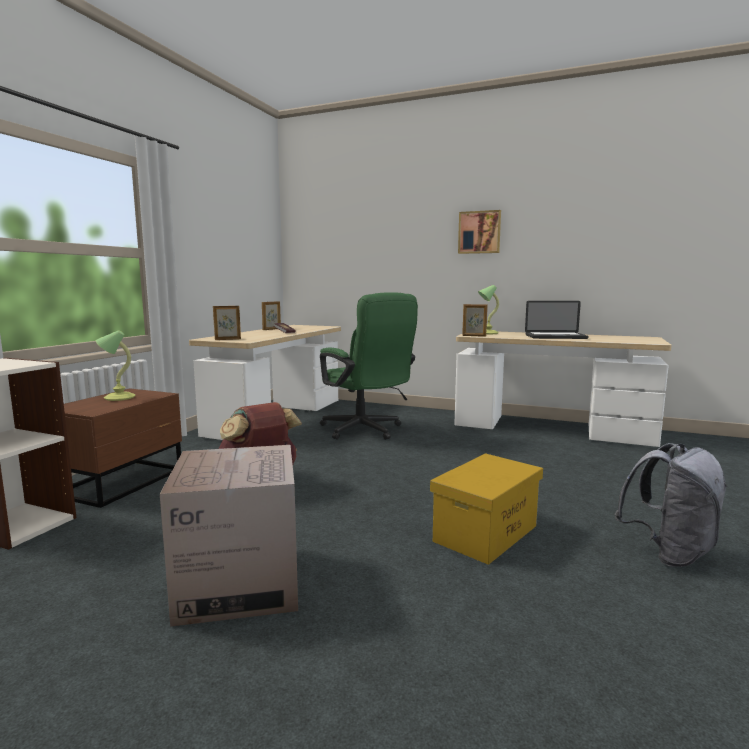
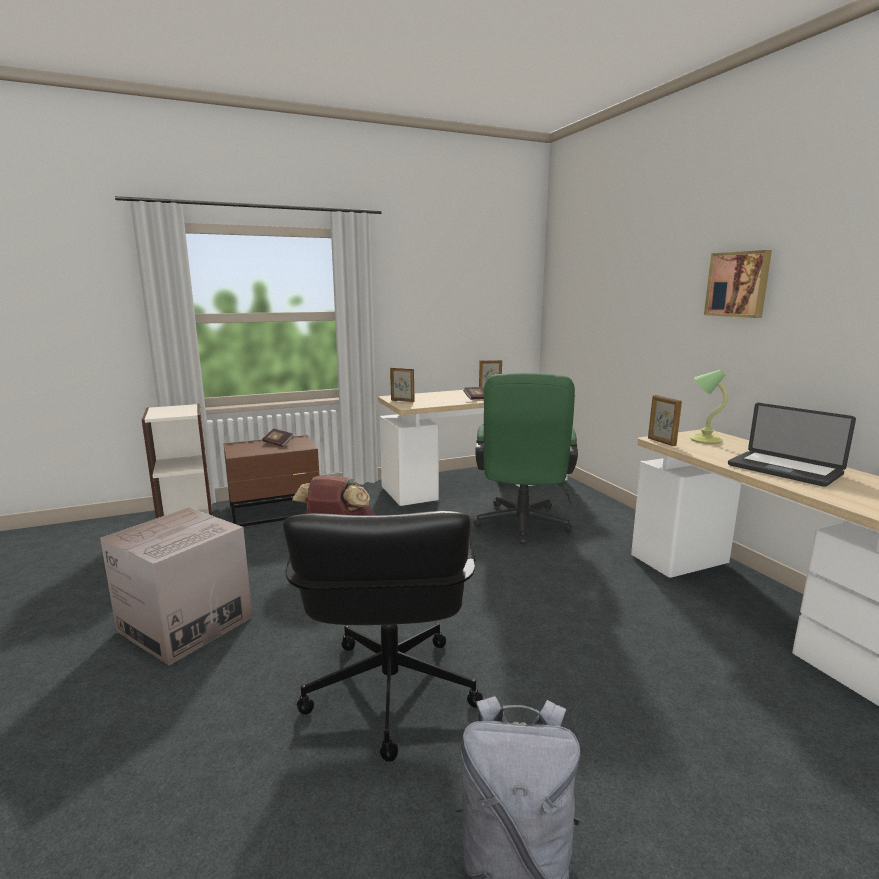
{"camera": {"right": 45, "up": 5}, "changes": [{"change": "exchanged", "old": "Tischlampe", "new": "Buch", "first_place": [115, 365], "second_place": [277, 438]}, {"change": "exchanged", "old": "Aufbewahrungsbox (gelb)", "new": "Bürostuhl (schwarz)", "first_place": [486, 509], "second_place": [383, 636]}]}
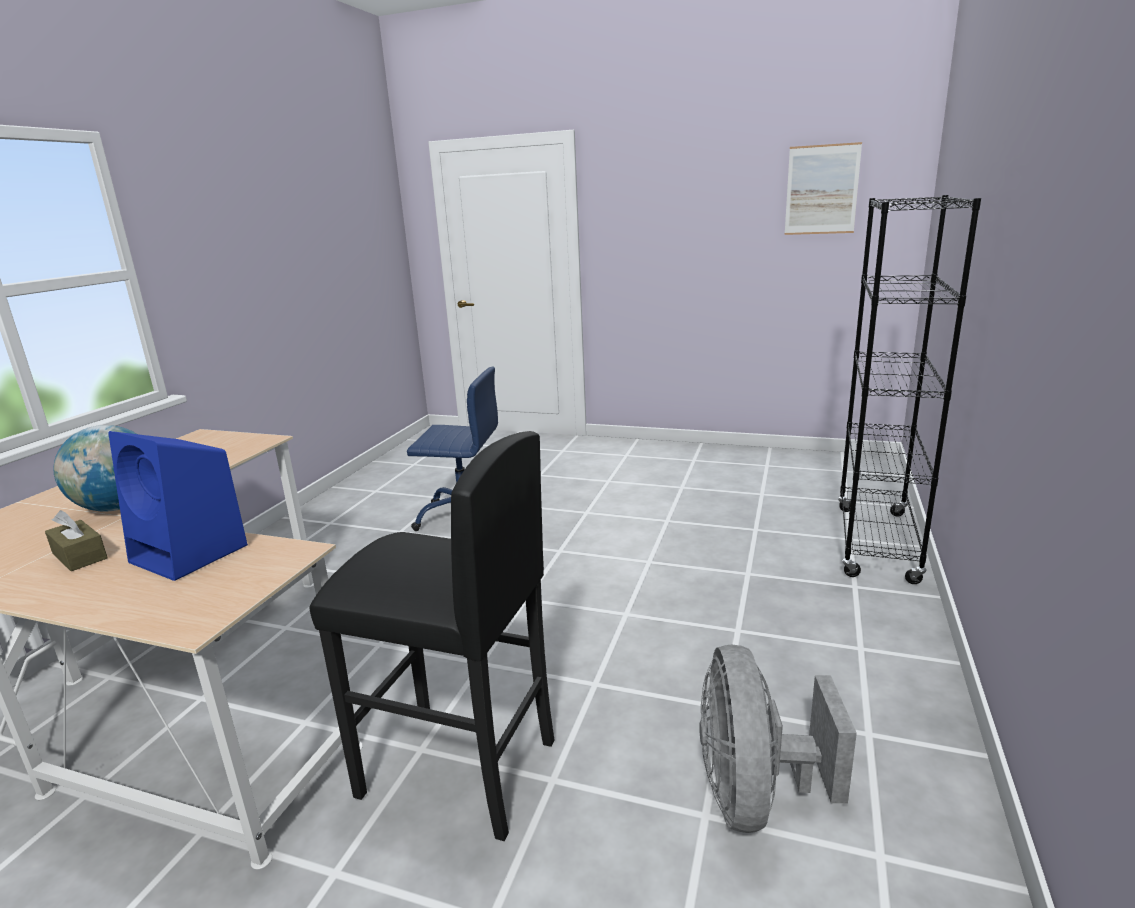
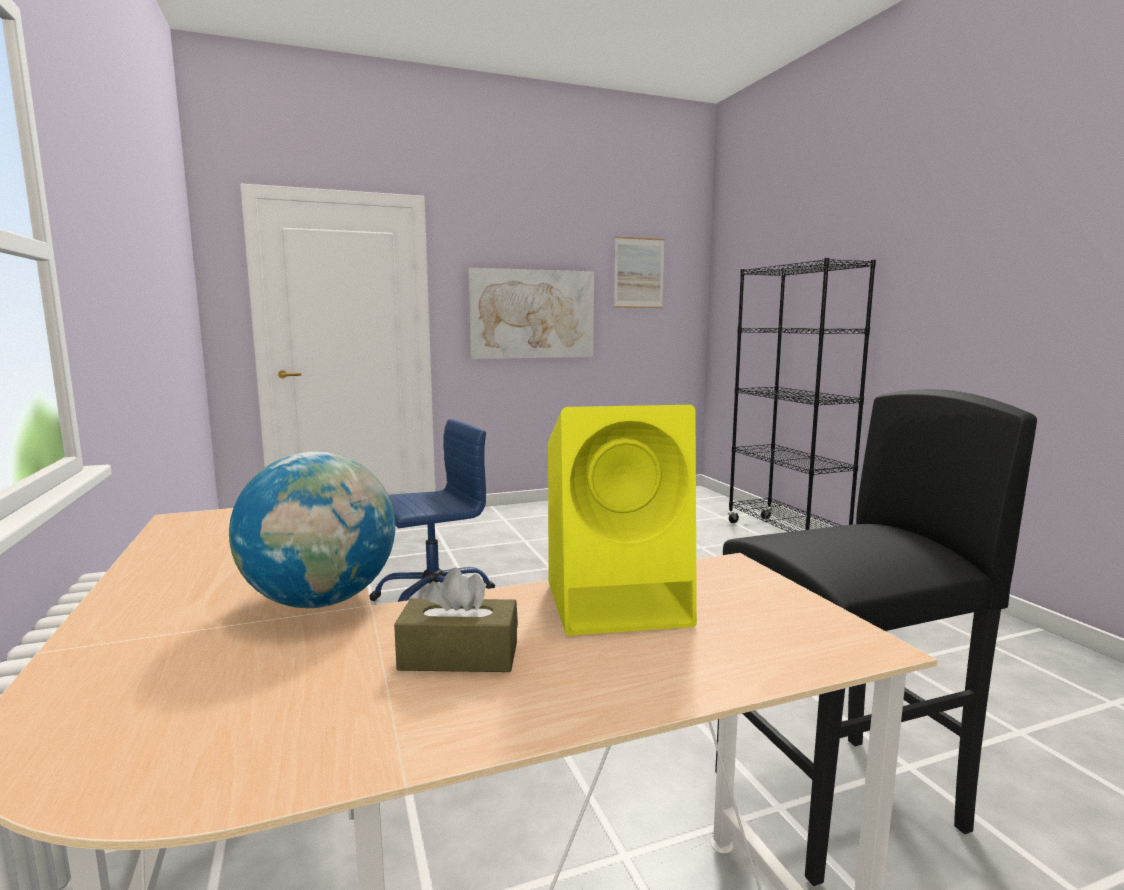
{"camera": {"right": -40, "up": -10}, "changes": [{"change": "colour", "old": "Lautsprecher (blau)", "new": "Lautsprecher (gelb)", "first_place": [178, 506], "second_place": [622, 520]}, {"change": "missing", "old": "Ventilator (grau)", "first_place": [778, 738]}, {"change": "appeared", "new": "Bild", "second_place": [531, 313]}]}
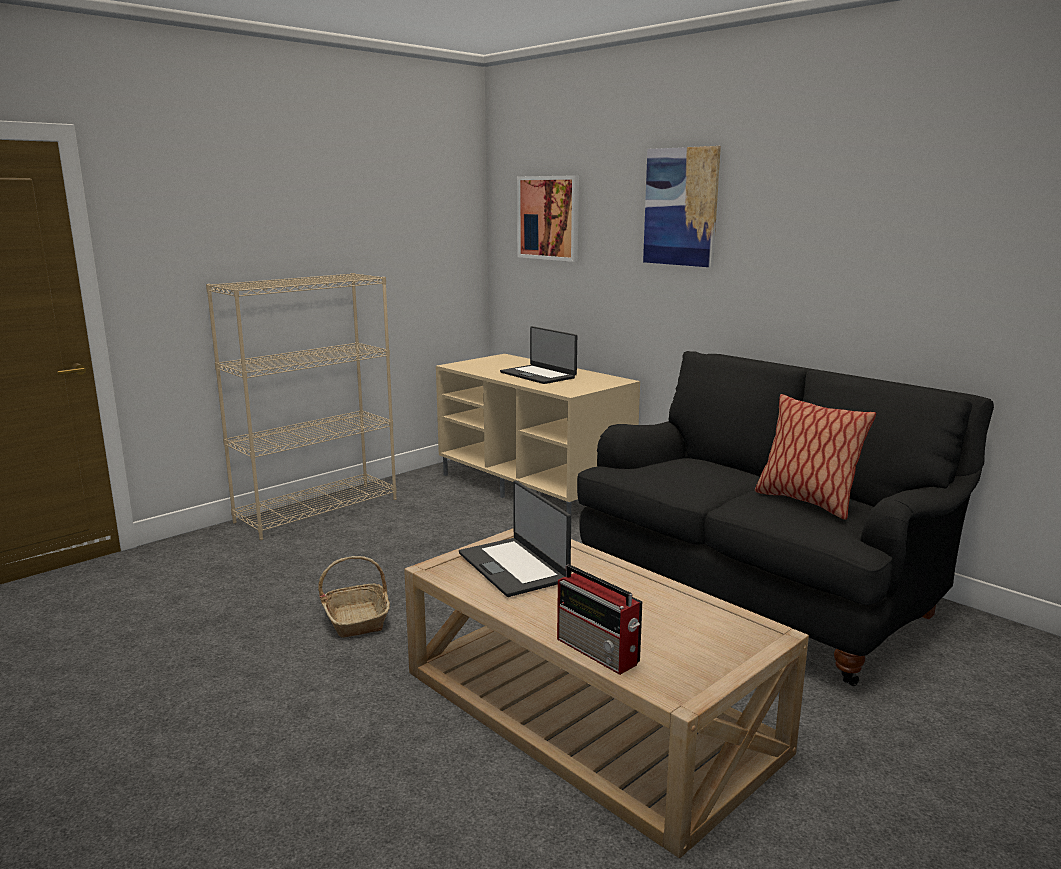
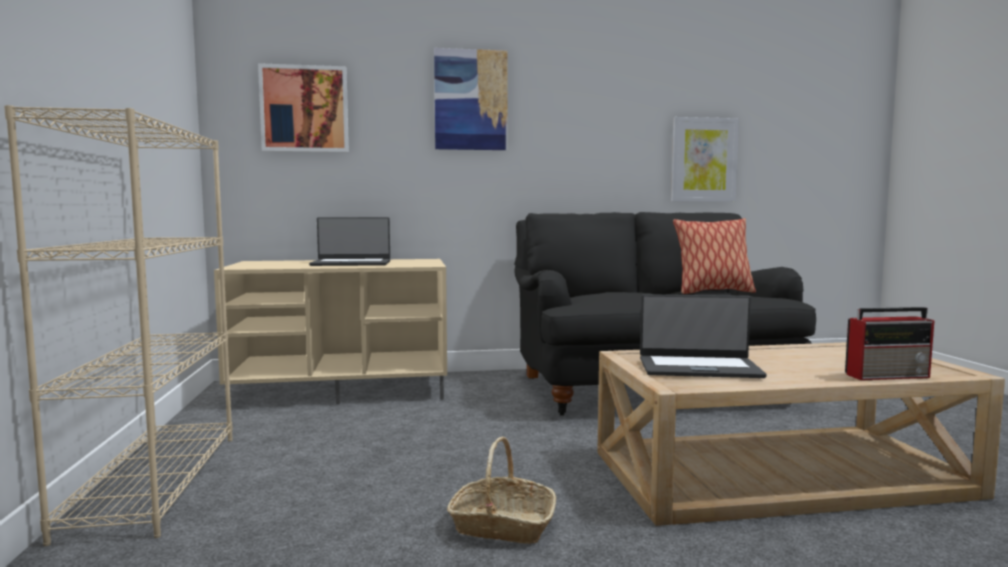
{"camera": {"right": -55, "up": -10}, "changes": [{"change": "appeared", "new": "Bild", "second_place": [705, 159]}]}
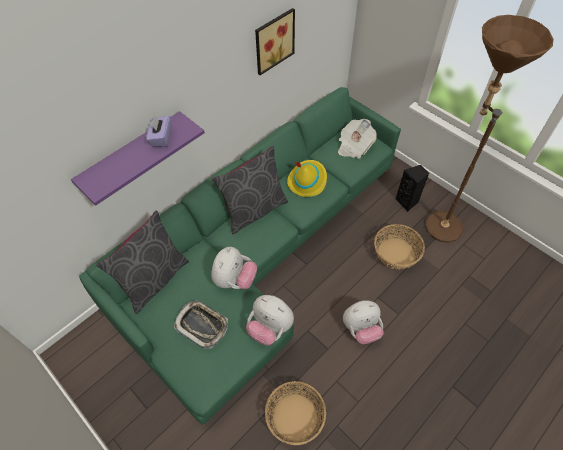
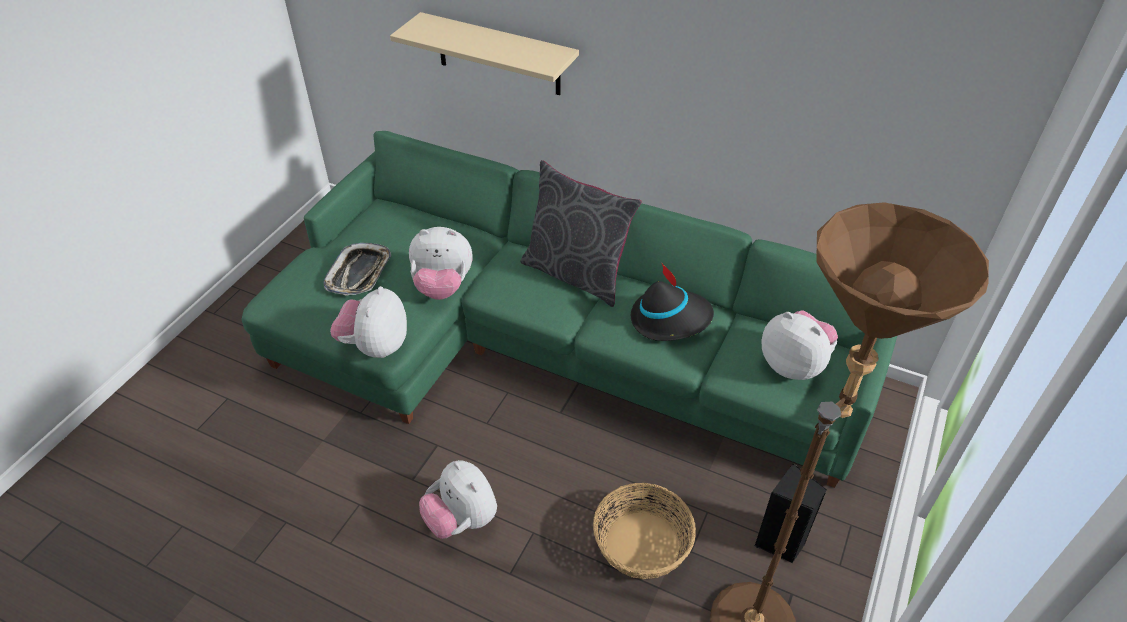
{"camera": {"right": 70, "up": -10}, "changes": [{"change": "colour", "old": "Wandregal (lila)", "new": "Wandregal (beige)", "first_place": [138, 158], "second_place": [484, 53]}, {"change": "missing", "old": "Kissen (grau)", "first_place": [142, 262]}, {"change": "missing", "old": "Taschentuchbox (lila)", "first_place": [159, 131]}, {"change": "missing", "old": "Bild", "first_place": [275, 41]}, {"change": "missing", "old": "Korb", "first_place": [295, 413]}, {"change": "colour", "old": "Hut (gelb)", "new": "Hut (schwarz)", "first_place": [307, 178], "second_place": [672, 301]}, {"change": "exchanged", "old": "Zeitung", "new": "Plüschtier", "first_place": [357, 139], "second_place": [799, 345]}]}
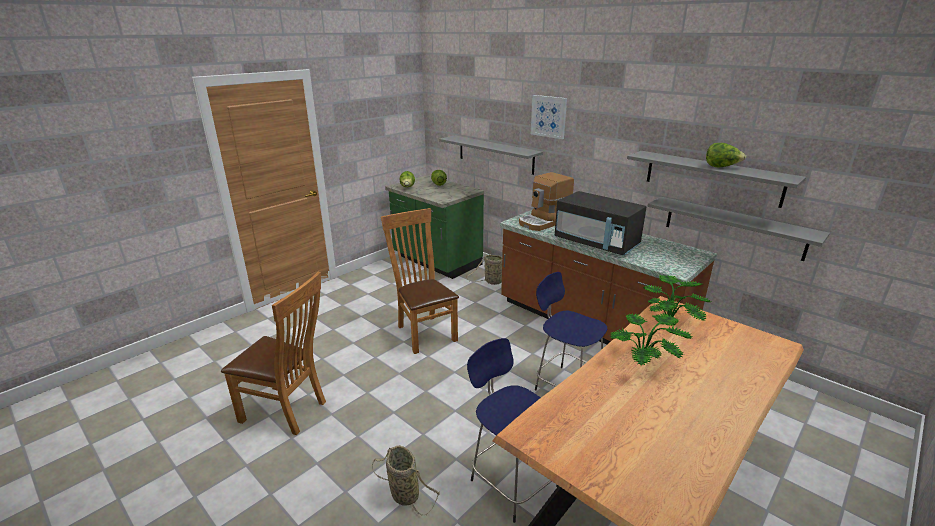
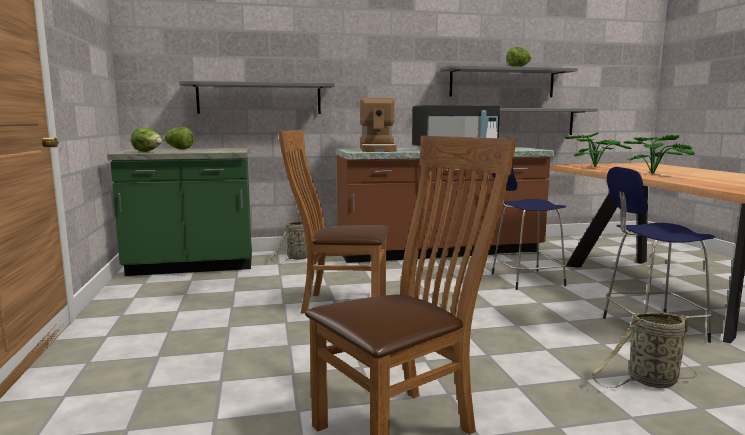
{"camera": {"right": -55, "up": -15}, "changes": [{"change": "missing", "old": "Bild", "first_place": [549, 117]}]}
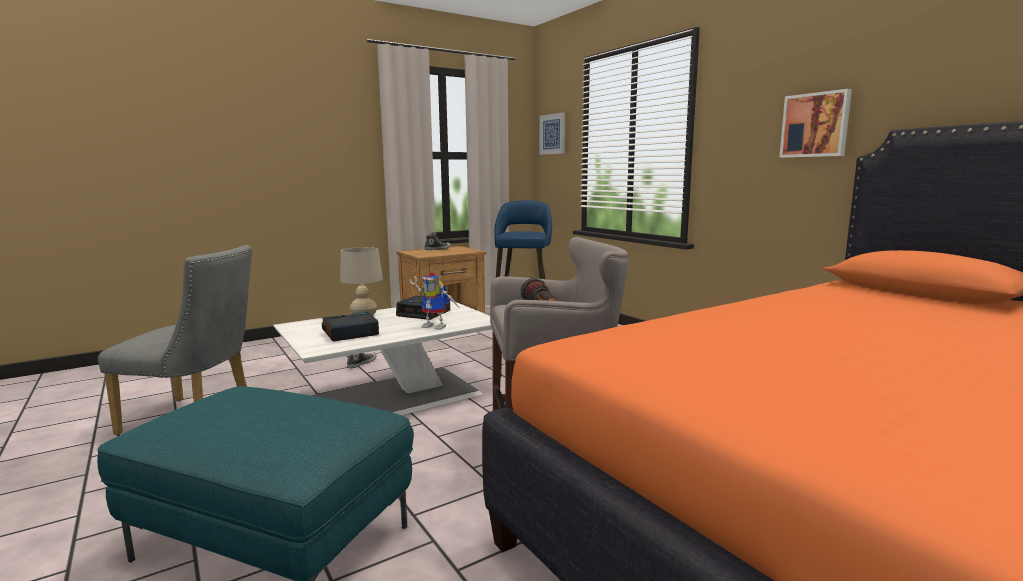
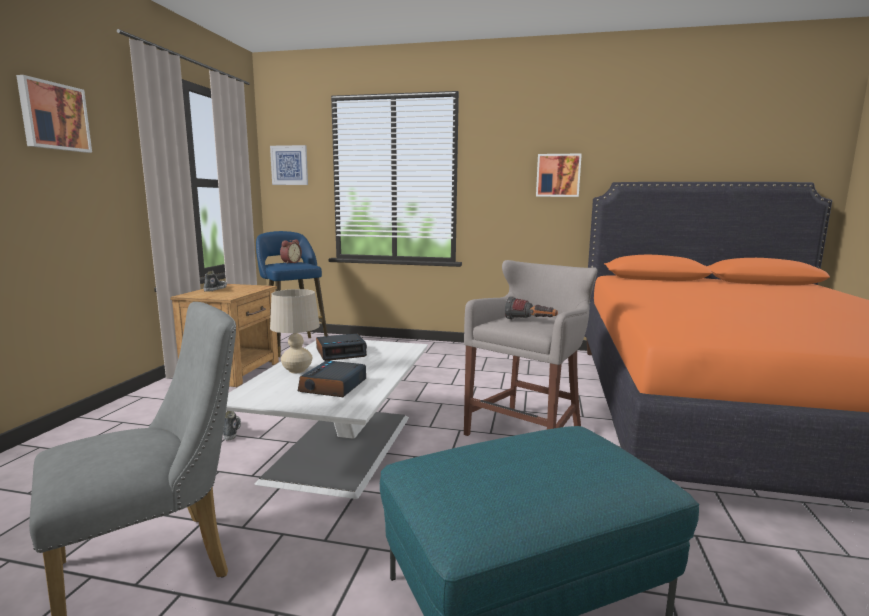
{"camera": {"right": -45, "up": 0}, "changes": [{"change": "missing", "old": "Spielzeugroboter", "first_place": [434, 301]}, {"change": "appeared", "new": "Bild", "second_place": [54, 114]}, {"change": "appeared", "new": "Wecker", "second_place": [291, 251]}]}
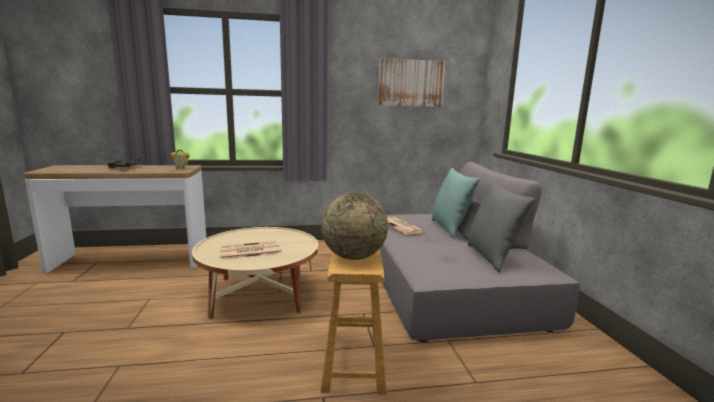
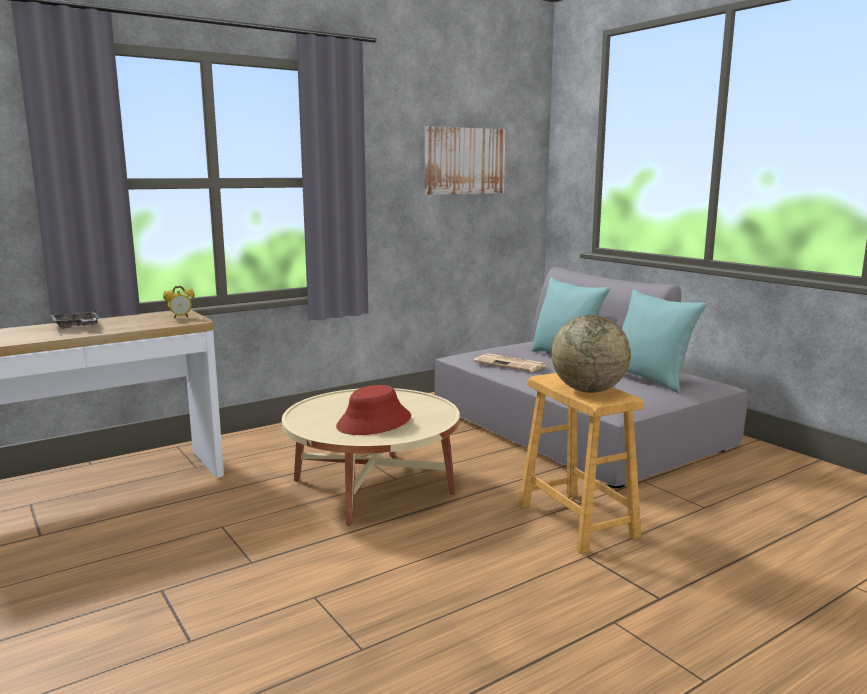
{"camera": {"right": -25, "up": 0}, "changes": [{"change": "exchanged", "old": "Zeitung", "new": "Hut (rot)", "first_place": [250, 250], "second_place": [373, 410]}, {"change": "colour", "old": "Kissen (grau)", "new": "Kissen (türkis)", "first_place": [501, 226], "second_place": [664, 341]}]}
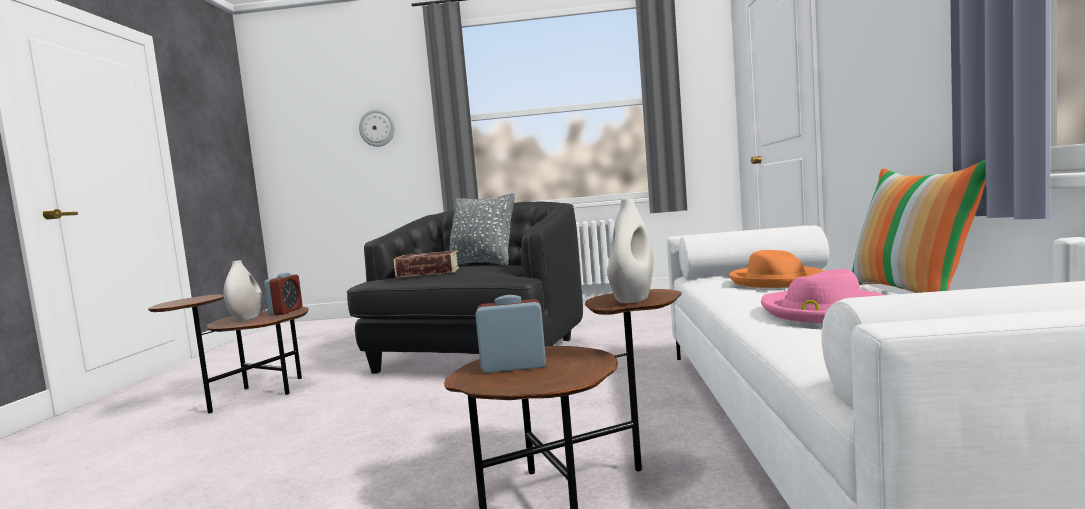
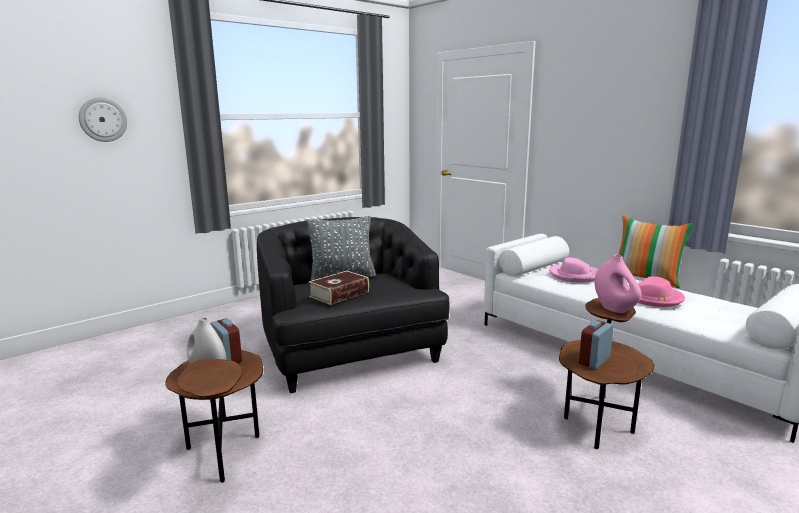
{"camera": {"right": -45, "up": 10}, "changes": [{"change": "colour", "old": "Vase (weiß)", "new": "Vase (rosa)", "first_place": [630, 250], "second_place": [618, 283]}, {"change": "colour", "old": "Hut (orange)", "new": "Hut (rosa)", "first_place": [777, 269], "second_place": [573, 270]}]}
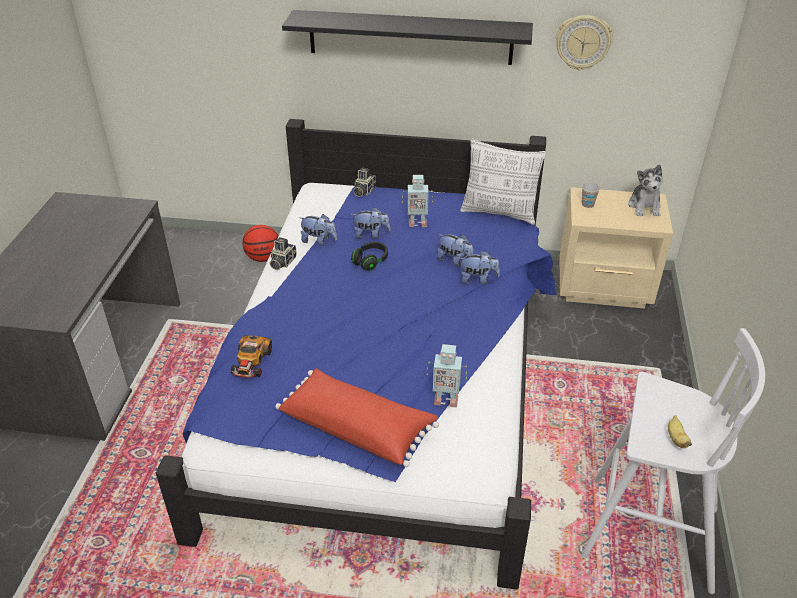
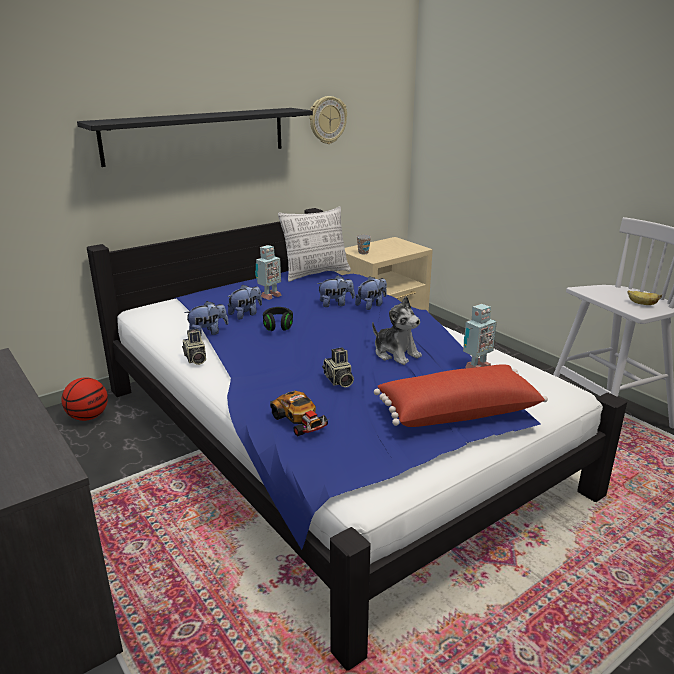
{"camera": {"right": -45, "up": -15}, "changes": [{"change": "relocated", "old": "Kamera", "first_place": [364, 182], "second_place": [338, 368]}, {"change": "relocated", "old": "Plüschtier", "first_place": [645, 190], "second_place": [397, 330]}]}
